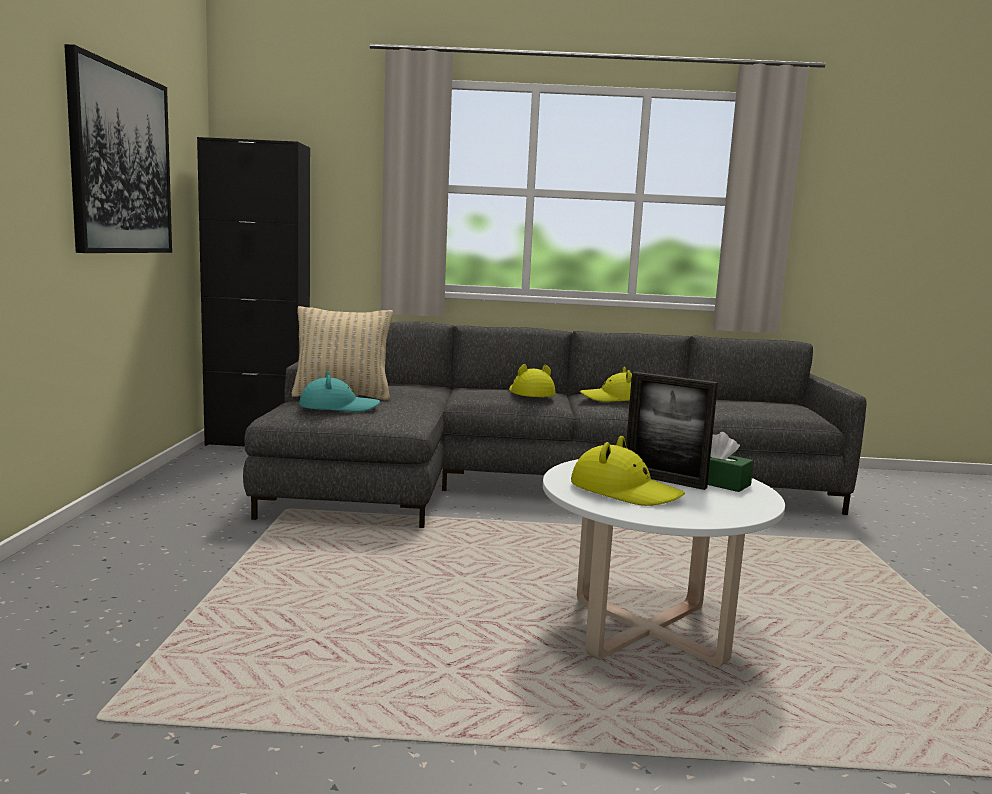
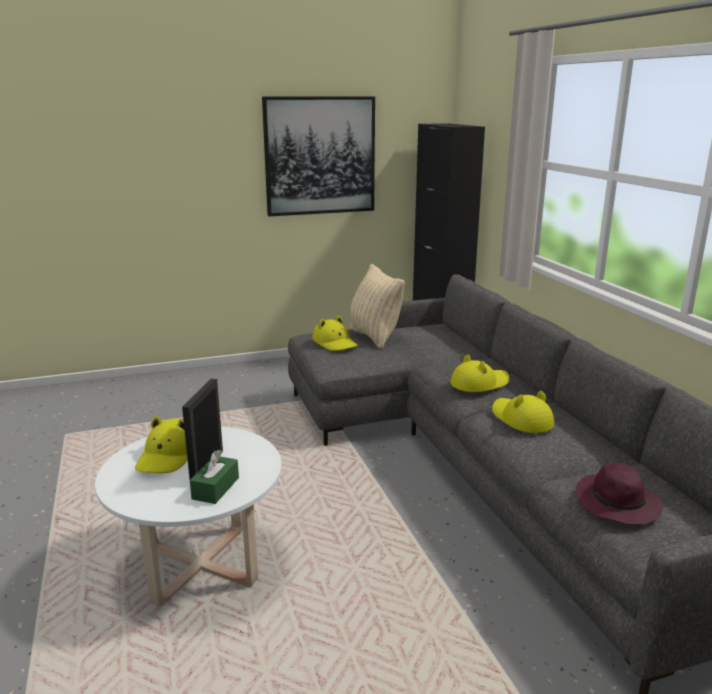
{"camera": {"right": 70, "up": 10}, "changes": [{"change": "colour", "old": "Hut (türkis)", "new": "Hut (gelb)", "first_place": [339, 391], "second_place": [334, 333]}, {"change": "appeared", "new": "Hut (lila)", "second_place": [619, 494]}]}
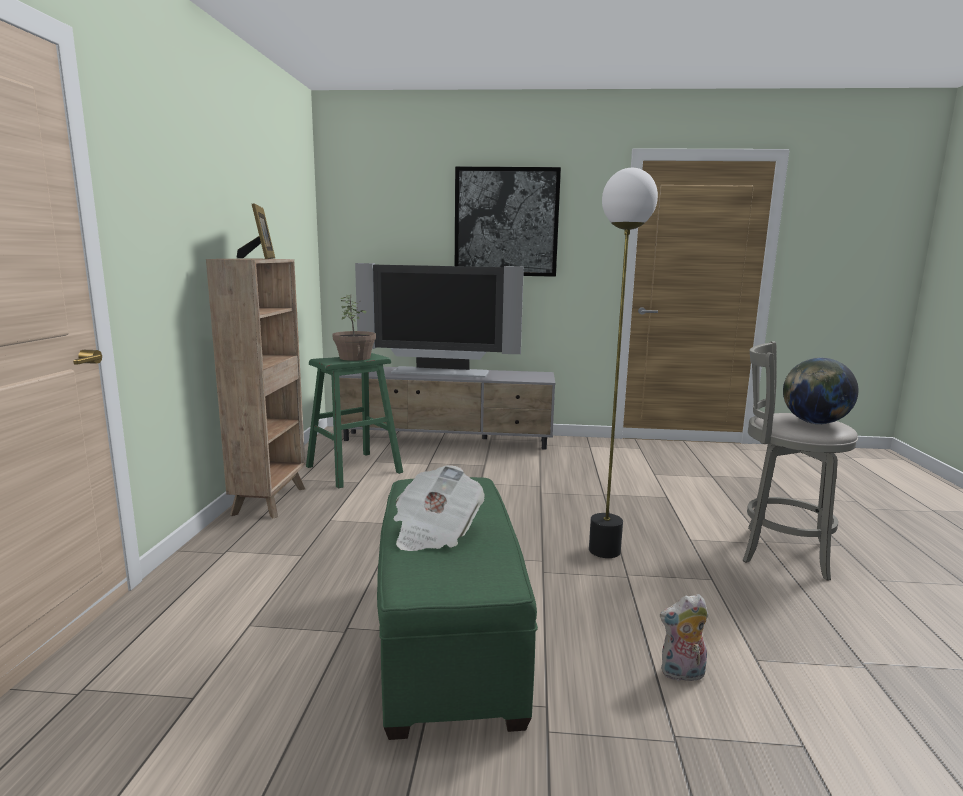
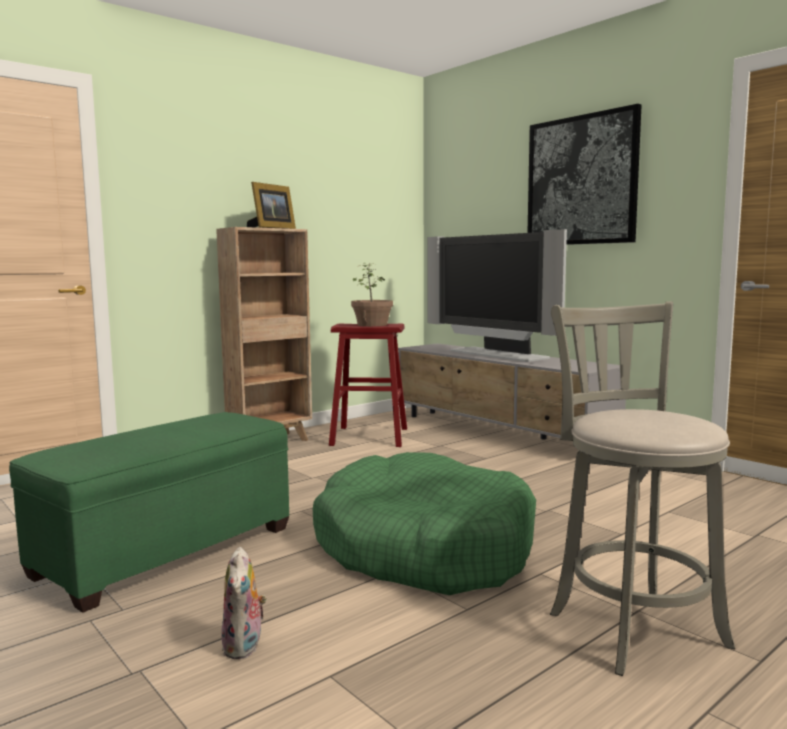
{"camera": {"right": 45, "up": -5}, "changes": [{"change": "colour", "old": "Hocker (grün)", "new": "Hocker (rot)", "first_place": [354, 420], "second_place": [368, 385]}, {"change": "missing", "old": "Zeitung", "first_place": [439, 508]}, {"change": "exchanged", "old": "Stehlampe", "new": "Hundebett (grün)", "first_place": [623, 363], "second_place": [424, 523]}, {"change": "spun", "old": "Plüschtier", "first_place": [684, 639], "second_place": [244, 603], "degrees": -135}, {"change": "missing", "old": "Globus", "first_place": [821, 390]}]}
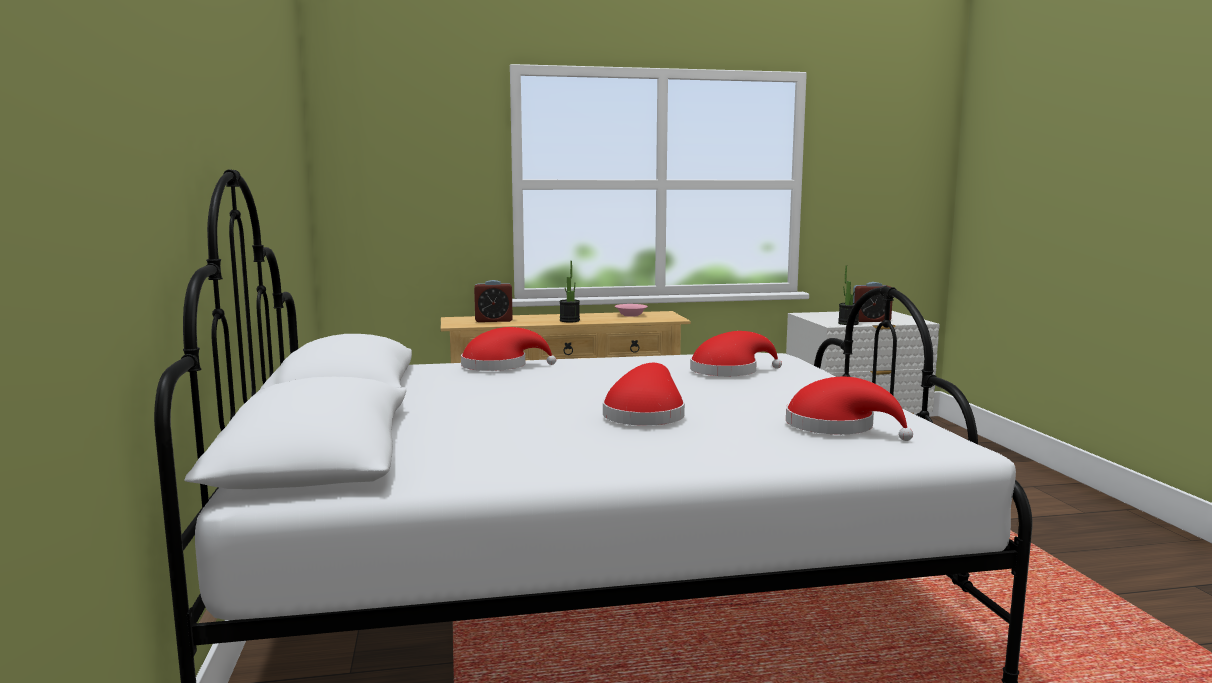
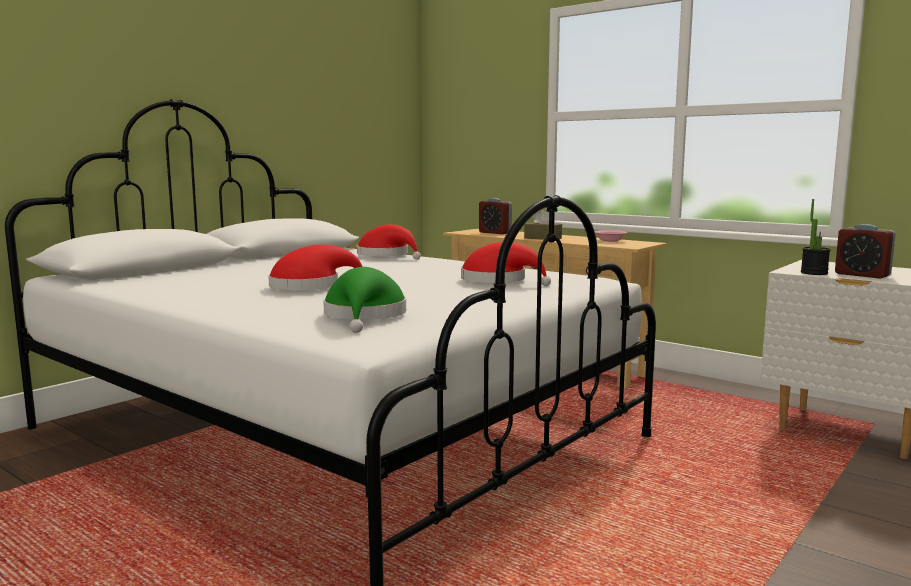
{"camera": {"right": 50, "up": 0}, "changes": [{"change": "exchanged", "old": "Topfpflanze", "new": "Taschentuchbox (braun)", "first_place": [569, 291], "second_place": [543, 225]}, {"change": "colour", "old": "Hut (rot)", "new": "Hut (grün)", "first_place": [849, 409], "second_place": [364, 300]}]}
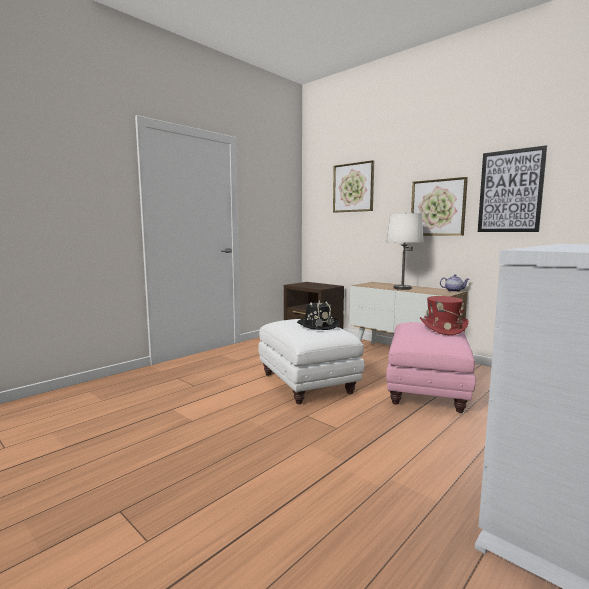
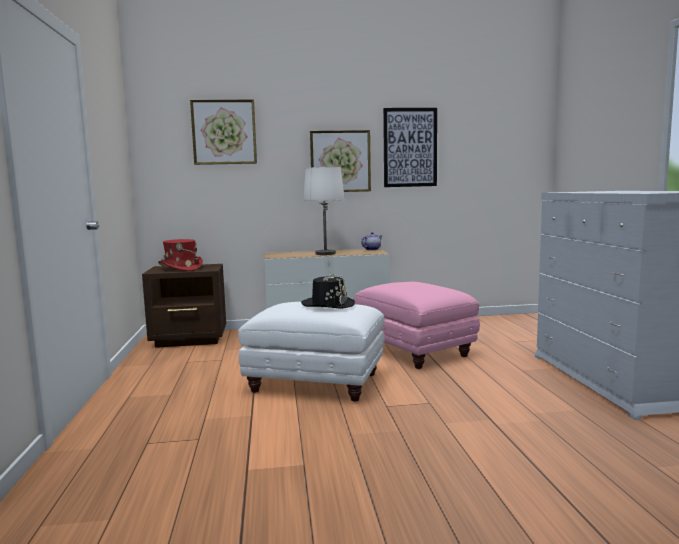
{"camera": {"right": -50, "up": 0}, "changes": [{"change": "relocated", "old": "Hut (rot)", "first_place": [444, 315], "second_place": [180, 255]}]}
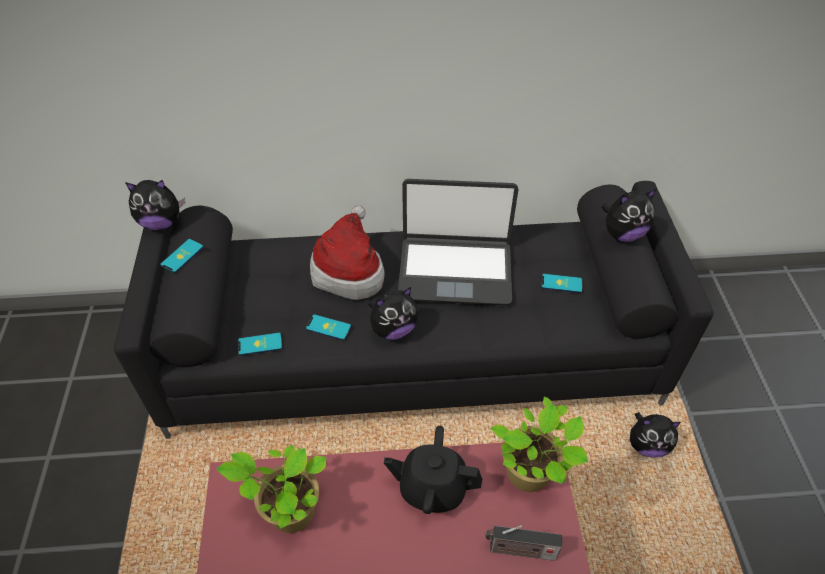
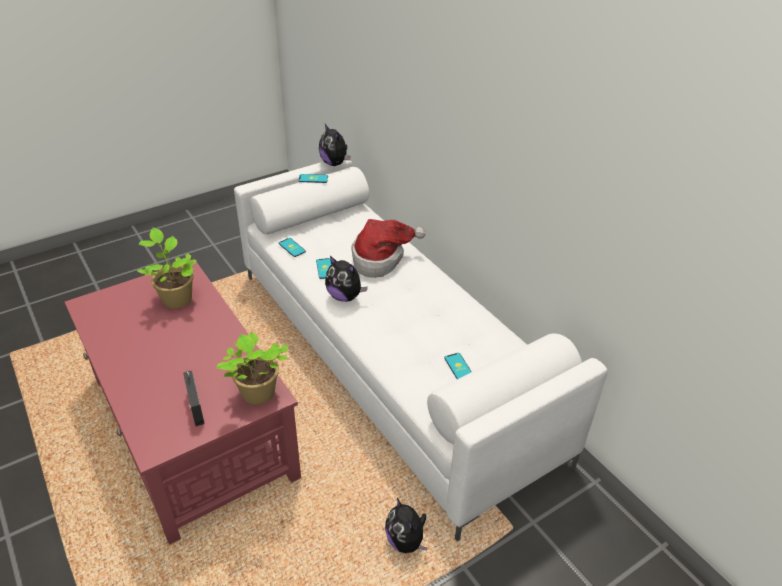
{"camera": {"right": 60, "up": -10}, "changes": [{"change": "colour", "old": "Sofa (schwarz)", "new": "Sofa (weiß)", "first_place": [414, 310], "second_place": [421, 350]}, {"change": "missing", "old": "Teekanne (schwarz)", "first_place": [433, 470]}, {"change": "missing", "old": "Laptop", "first_place": [458, 242]}, {"change": "missing", "old": "Plüschtier", "first_place": [629, 215]}]}
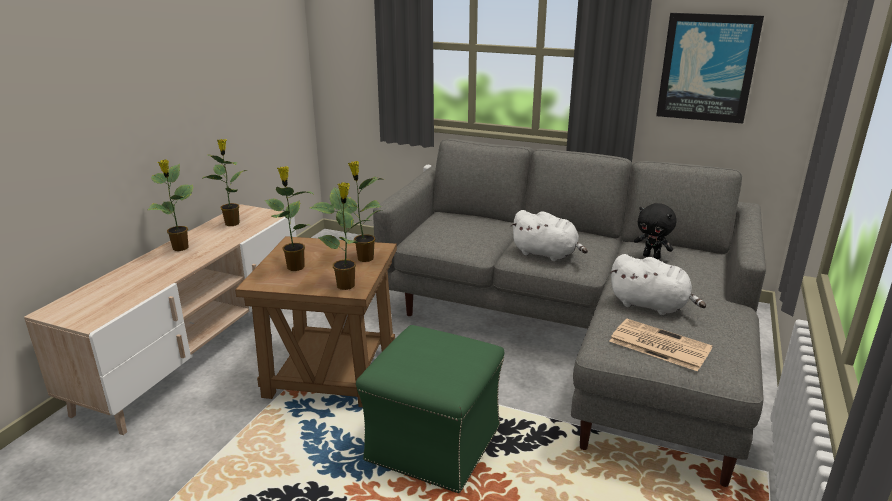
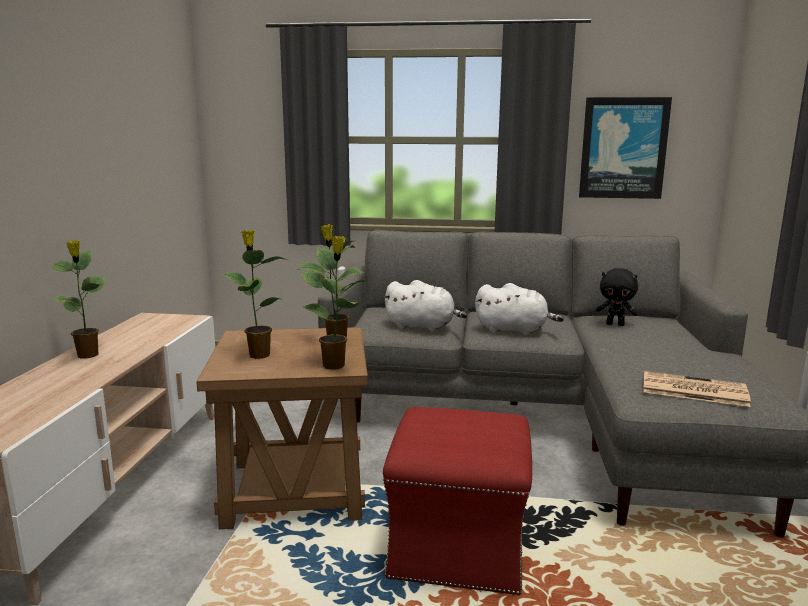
{"camera": {"right": -15, "up": -10}, "changes": [{"change": "missing", "old": "Topfpflanze", "first_place": [224, 182]}, {"change": "colour", "old": "Polsterhocker (grün)", "new": "Polsterhocker (rot)", "first_place": [430, 409], "second_place": [457, 501]}, {"change": "relocated", "old": "Plüschtier (weiß)", "first_place": [658, 284], "second_place": [425, 305]}]}
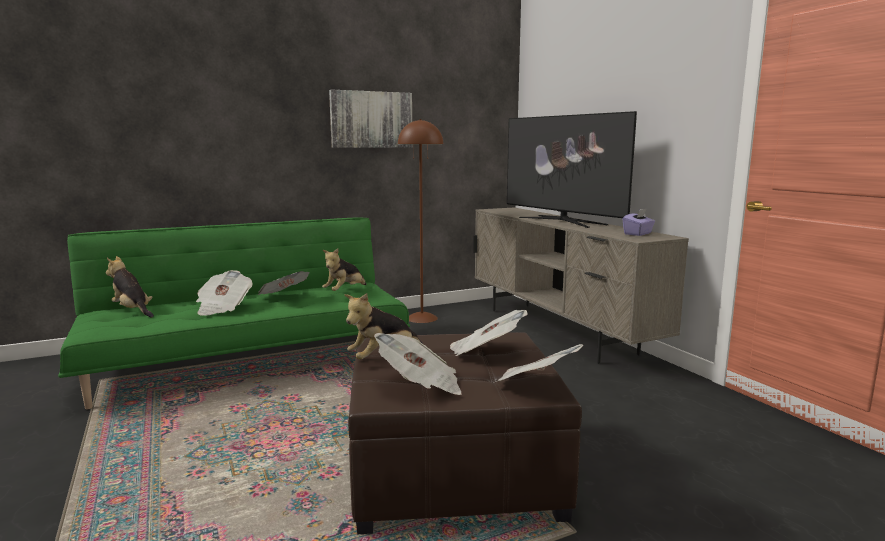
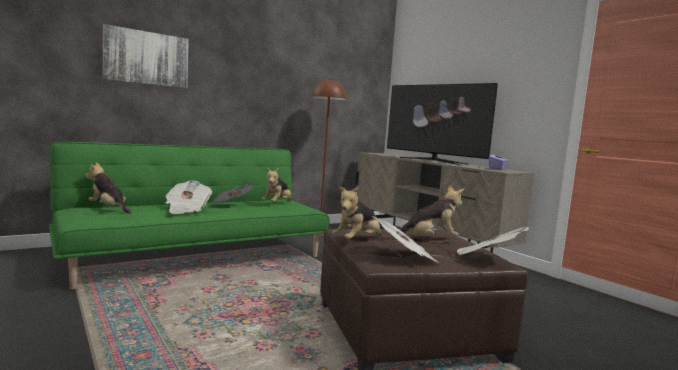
{"camera": {"right": -10, "up": -5}, "changes": [{"change": "relocated", "old": "Bild", "first_place": [371, 119], "second_place": [146, 56]}, {"change": "exchanged", "old": "Zeitung", "new": "Plüschtier", "first_place": [489, 333], "second_place": [429, 212]}]}
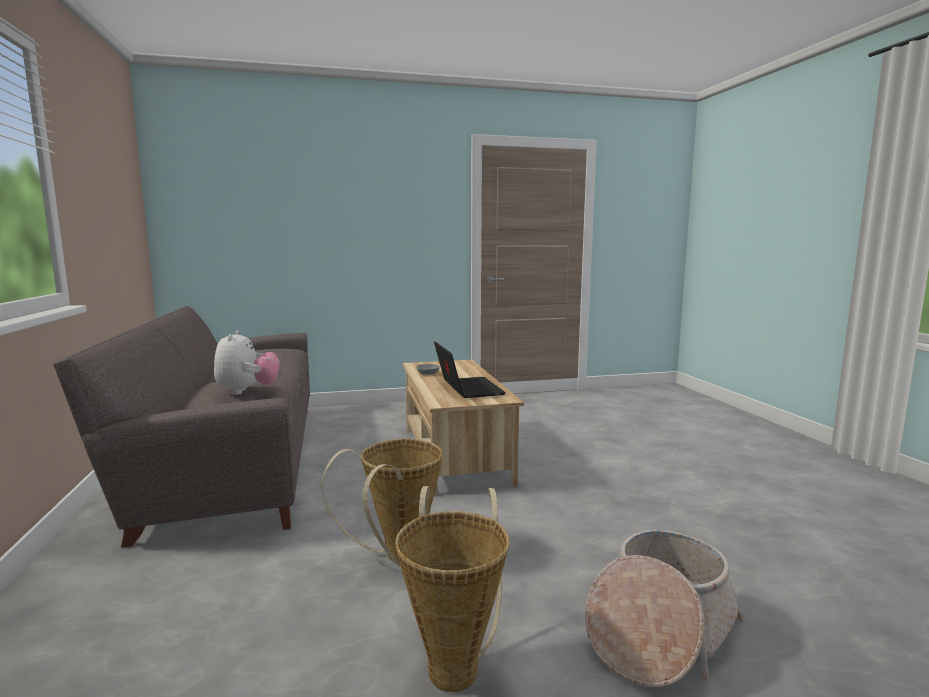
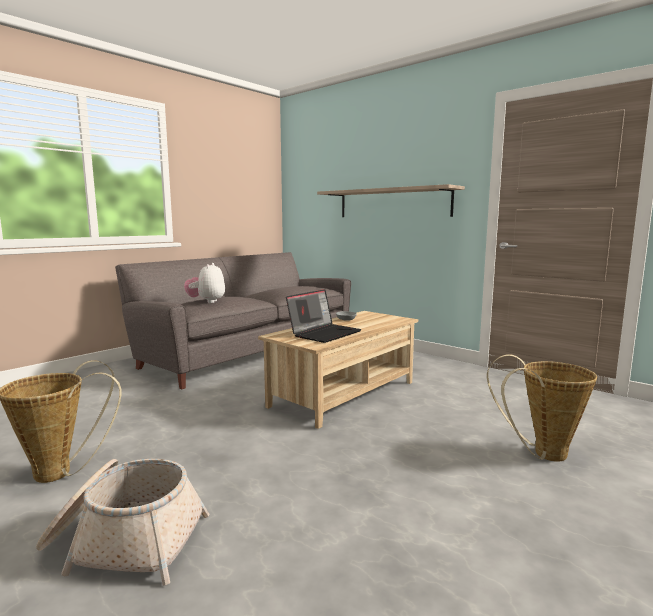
{"camera": {"right": 55, "up": 0}, "changes": [{"change": "spun", "old": "Plüschtier", "first_place": [246, 362], "second_place": [204, 283], "degrees": 135}, {"change": "relocated", "old": "Korb", "first_place": [382, 503], "second_place": [542, 408]}, {"change": "appeared", "new": "Wandregal", "second_place": [391, 200]}]}
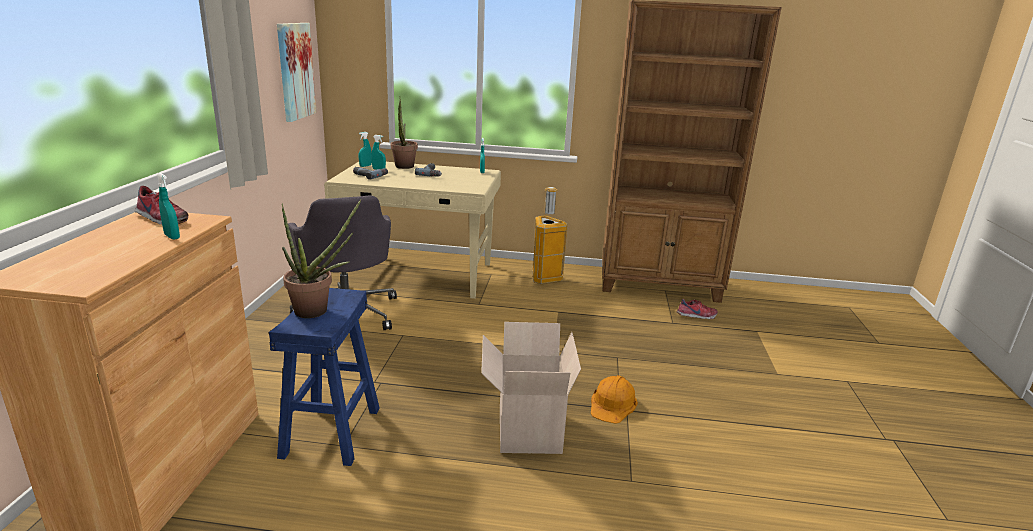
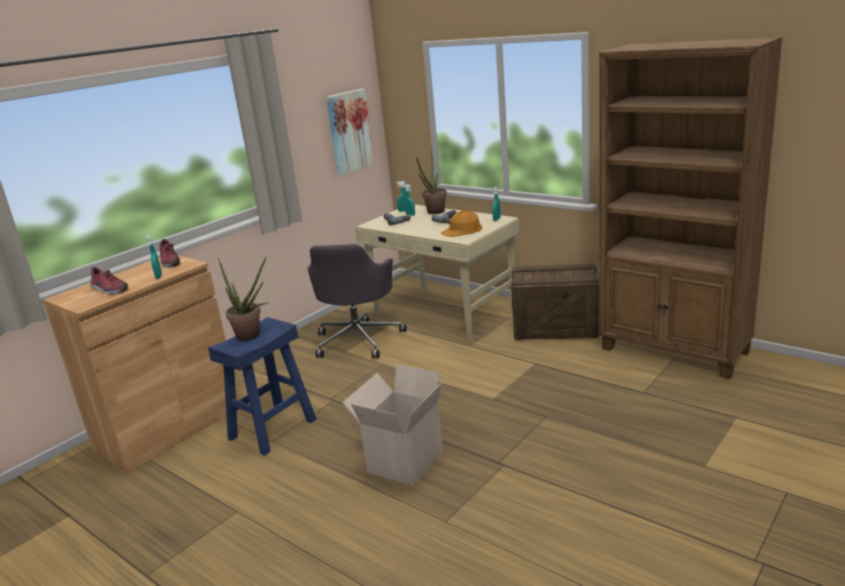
{"camera": {"right": 35, "up": 0}, "changes": [{"change": "exchanged", "old": "Mülleimer", "new": "Kiste", "first_place": [549, 235], "second_place": [555, 301]}, {"change": "relocated", "old": "Schutzhelm (orange)", "first_place": [614, 399], "second_place": [461, 223]}, {"change": "relocated", "old": "Schuh", "first_place": [697, 309], "second_place": [109, 280]}]}
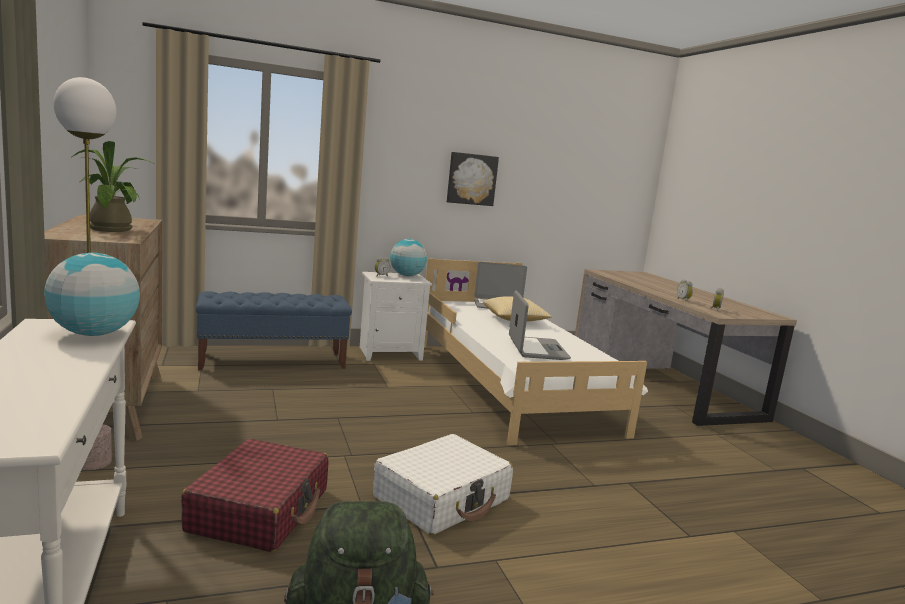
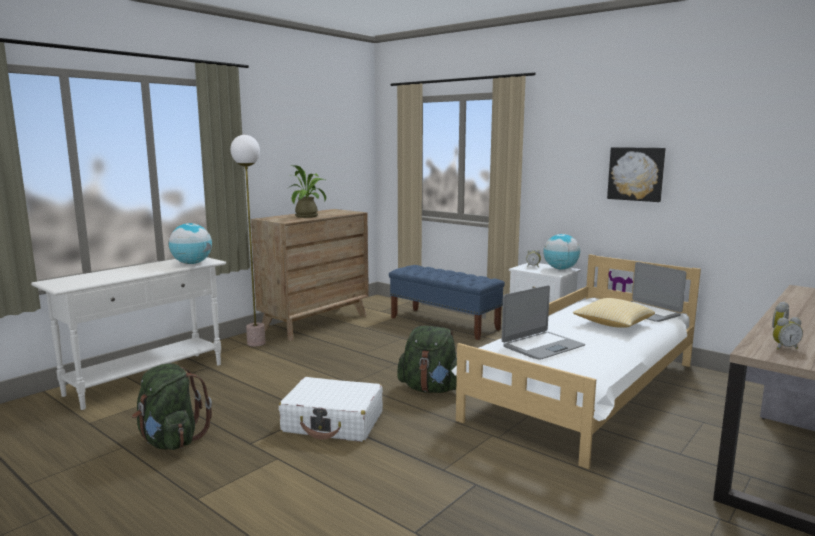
{"camera": {"right": 60, "up": 0}, "changes": [{"change": "missing", "old": "Koffer (rot)", "first_place": [255, 495]}, {"change": "appeared", "new": "Rucksack (grün)", "second_place": [427, 359]}]}
